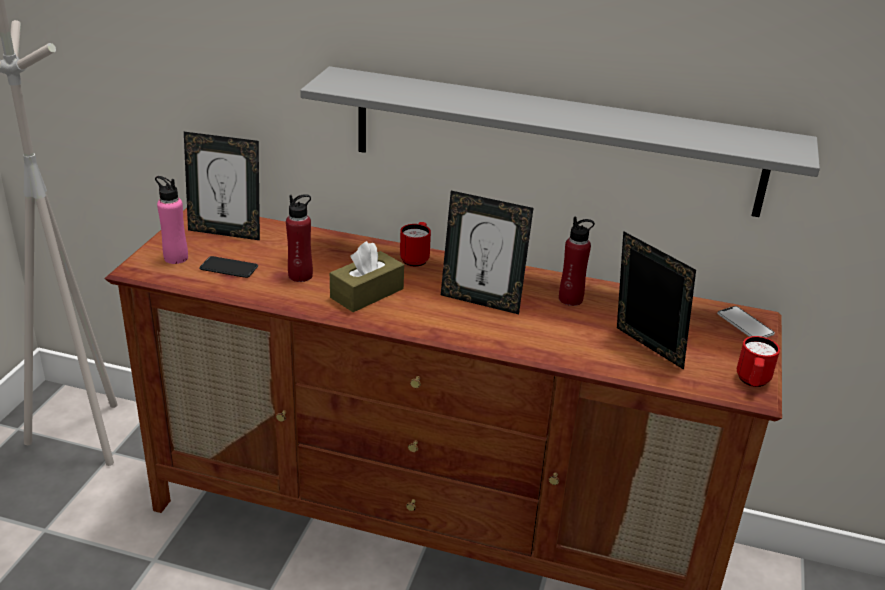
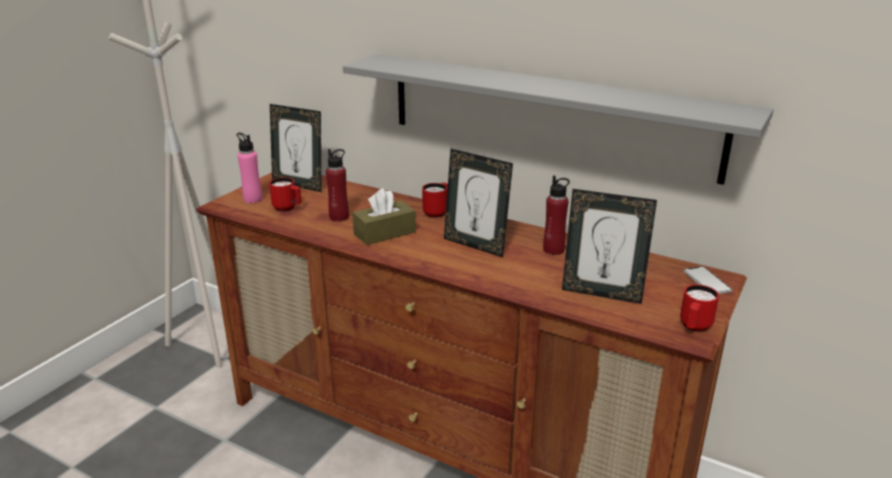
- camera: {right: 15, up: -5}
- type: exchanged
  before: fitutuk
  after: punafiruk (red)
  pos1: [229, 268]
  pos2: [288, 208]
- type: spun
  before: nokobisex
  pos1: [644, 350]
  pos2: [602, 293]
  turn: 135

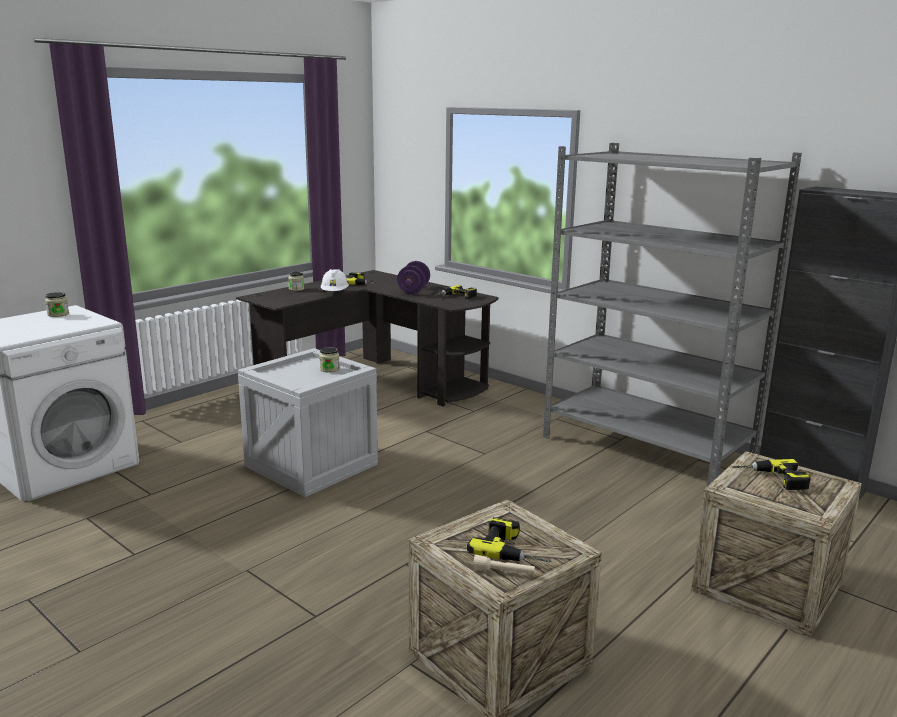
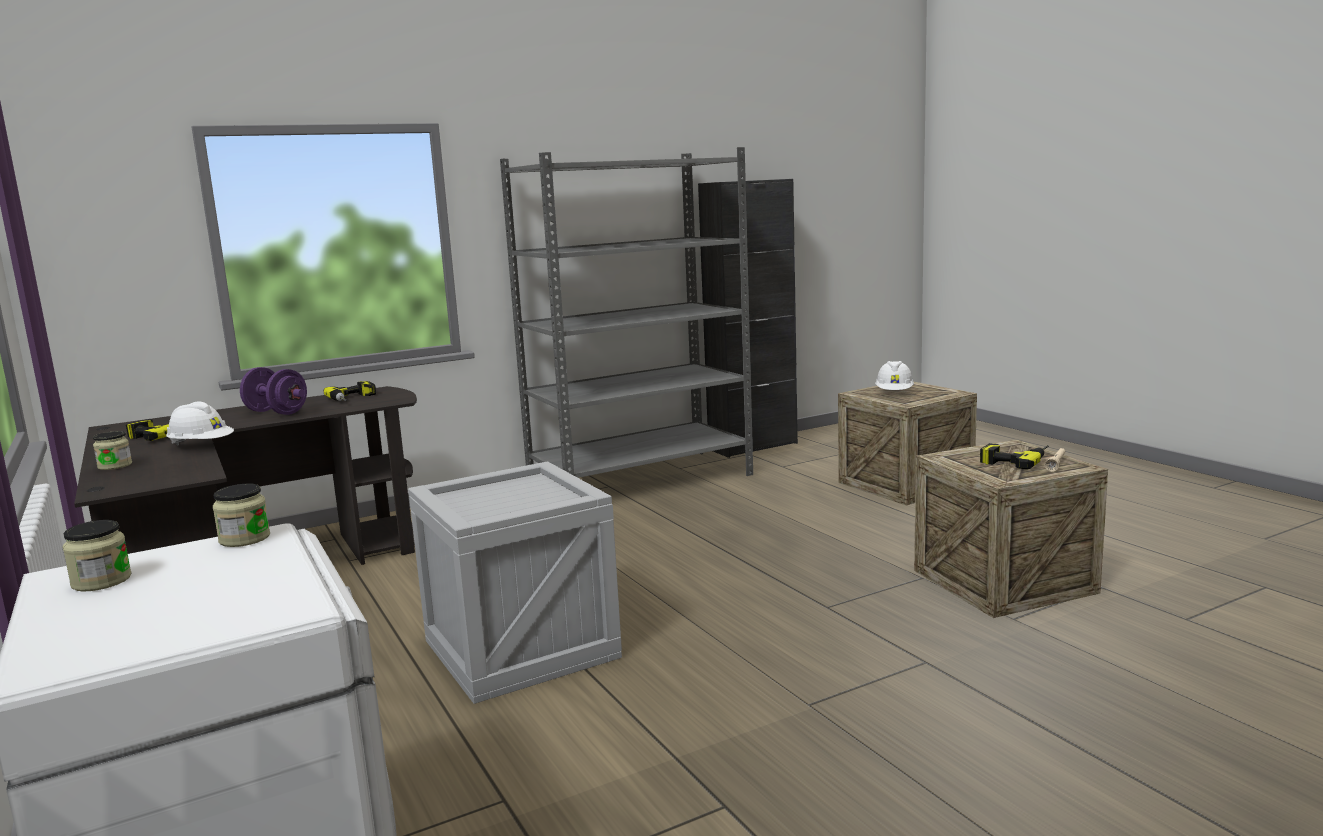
- camera: {right: -70, up: -5}
- type: relocated
  before: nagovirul
  pos1: [329, 369]
  pos2: [244, 538]
- type: exchanged
  before: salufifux
  after: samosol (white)
  pos1: [771, 479]
  pos2: [894, 393]

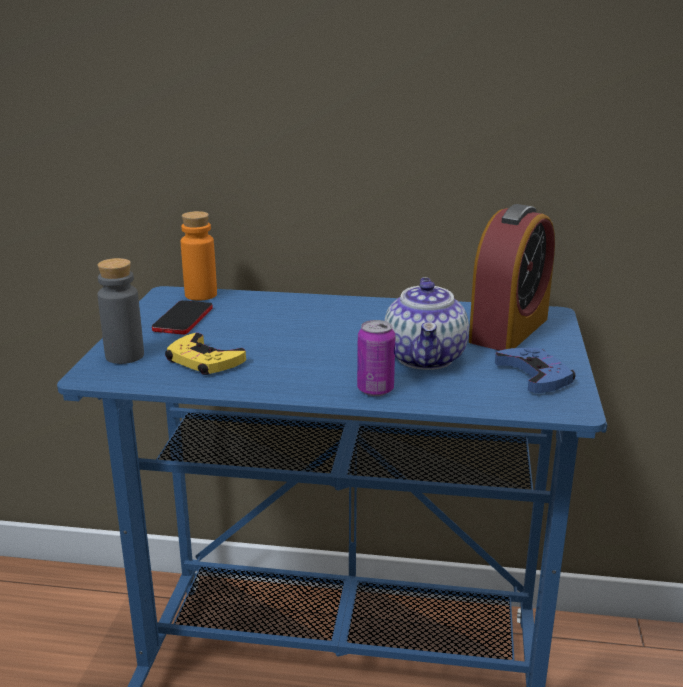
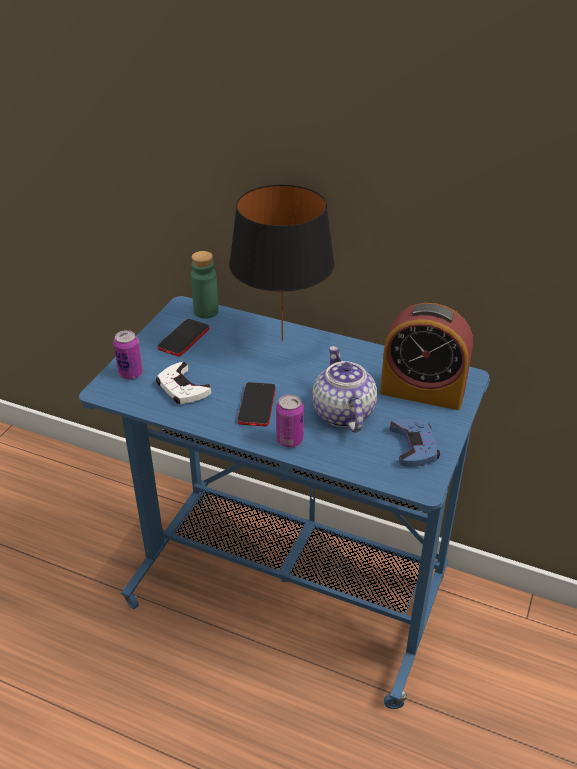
- camera: {right: 15, up: 15}
- type: exchanged
  before: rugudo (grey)
  after: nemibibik
  pos1: [124, 356]
  pos2: [131, 373]
- type: colour
  before: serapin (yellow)
  after: serapin (white)
  pos1: [204, 361]
  pos2: [182, 388]
- type: colour
  before: rugudo (orange)
  after: rugudo (green)
  pos1: [201, 295]
  pos2: [206, 311]
- type: appeared
  after: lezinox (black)
  pos2: [281, 341]
- type: appeared
  after: fitutuk
  pos2: [257, 405]
- type: spun
  before: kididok
  pos1: [426, 358]
  pos2: [342, 413]
  turn: 150
- type: spun
  before: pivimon
  pos1: [509, 330]
  pos2: [422, 391]
  turn: 60

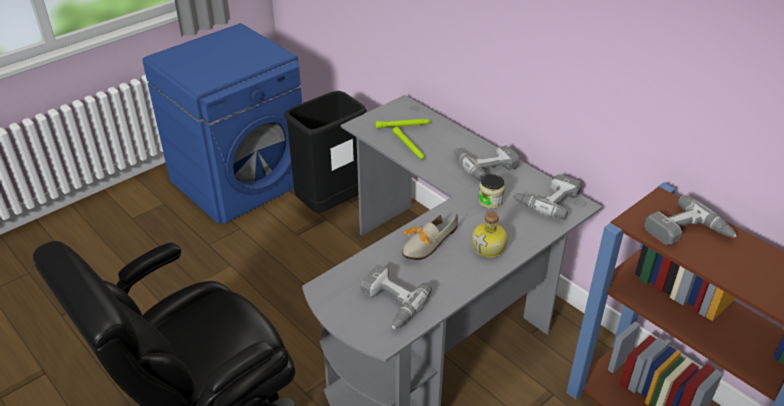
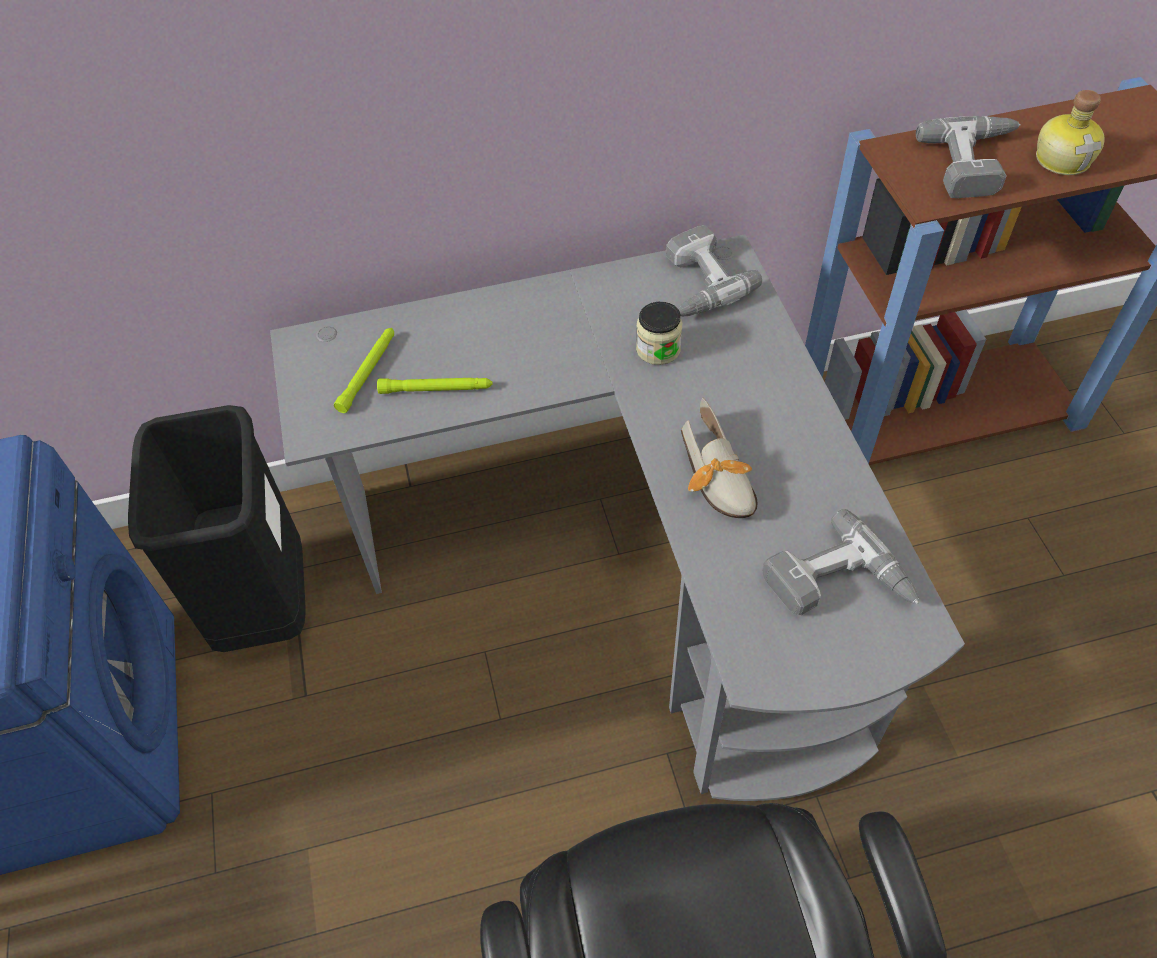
- camera: {right: -60, up: 15}
- type: relocated
  before: rugudo
  pos1: [489, 248]
  pos2: [1063, 159]
- type: missing
  before: salufifux
  pos1: [484, 163]

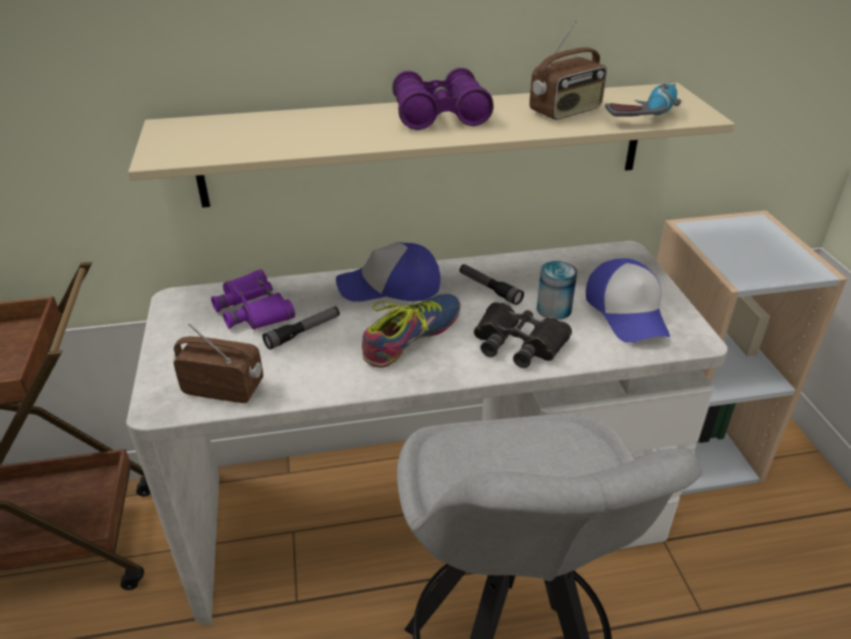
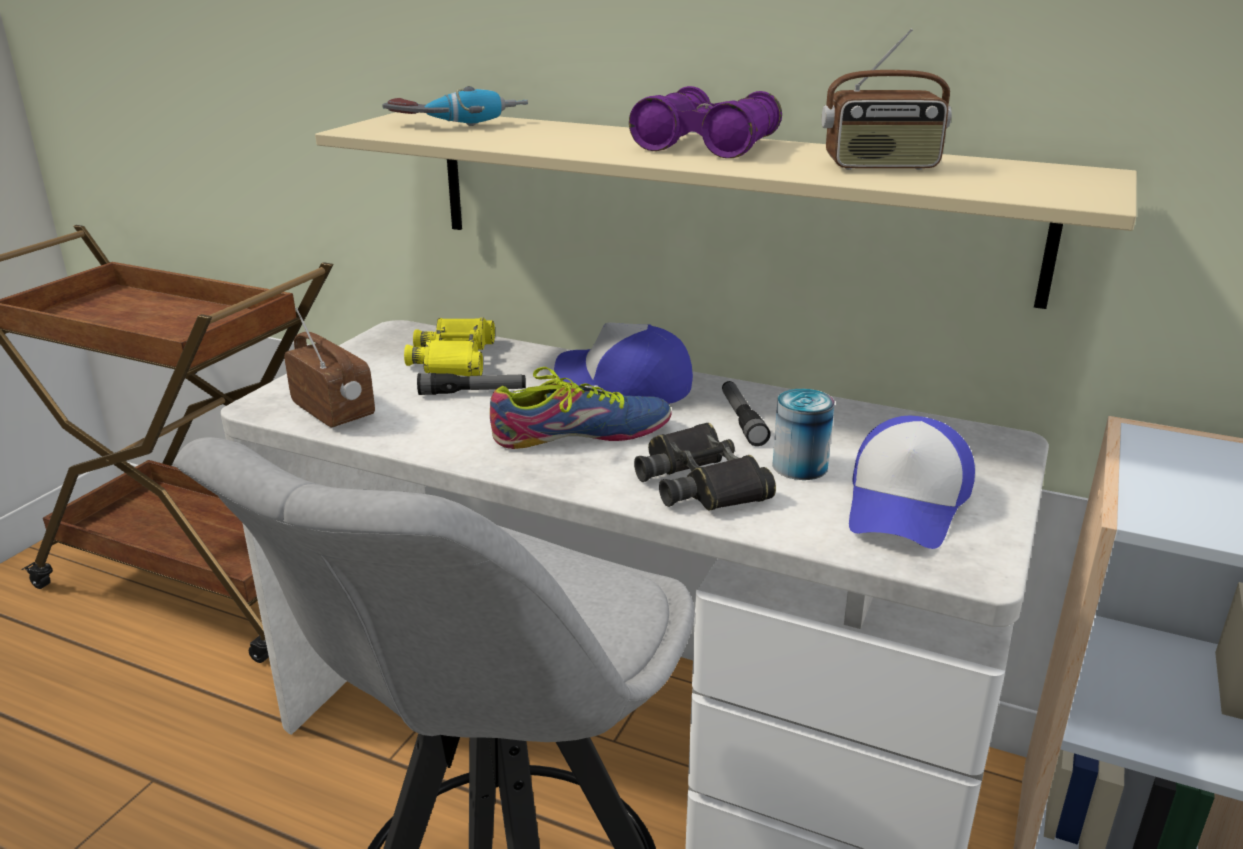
- camera: {right: 35, up: -10}
- type: relocated
  before: salufifux
  pos1: [644, 113]
  pos2: [457, 123]
- type: colour
  before: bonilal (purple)
  after: bonilal (yellow)
  pos1: [254, 309]
  pos2: [454, 359]

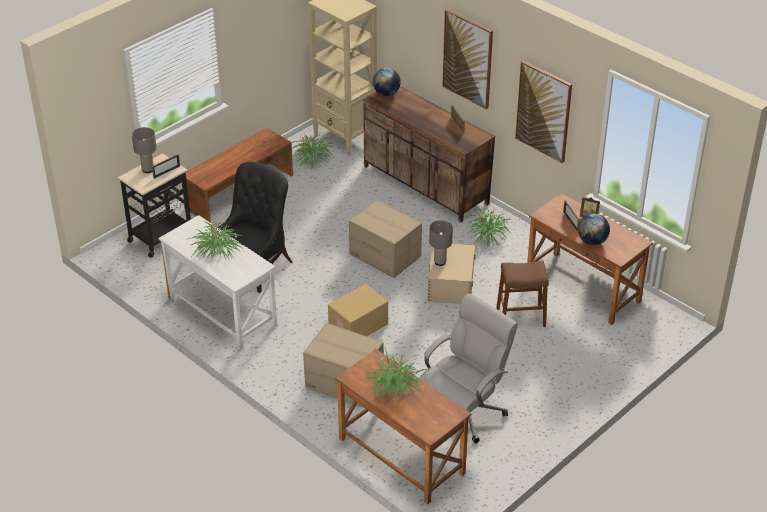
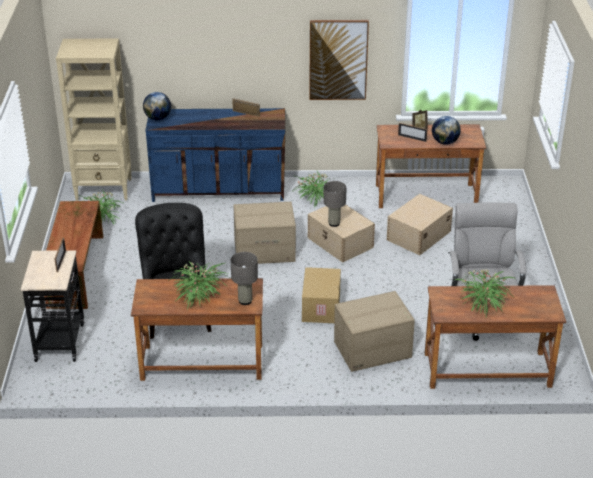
- camera: {right: -45, up: -5}
- type: colour
  before: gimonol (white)
  after: gimonol (brown)
  pos1: [221, 311]
  pos2: [202, 362]
- type: colour
  before: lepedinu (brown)
  after: lepedinu (blue)
  pos1: [425, 186]
  pos2: [219, 190]
- type: relocated
  before: lezinox (grey)
  pos1: [148, 169]
  pos2: [245, 300]
- type: exchanged
  before: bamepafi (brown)
  after: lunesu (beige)
  pos1: [520, 317]
  pos2: [418, 236]
- type: missing
  before: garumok
  pos1: [468, 58]

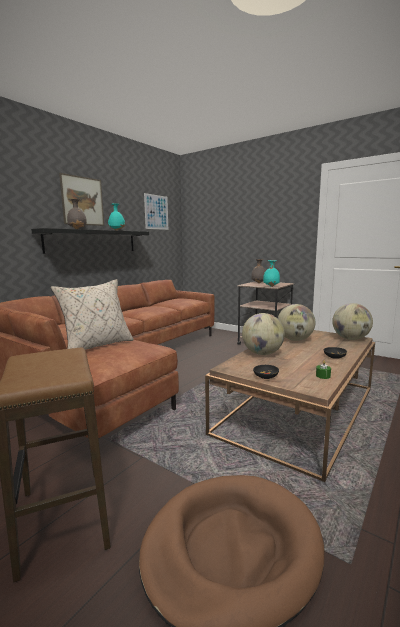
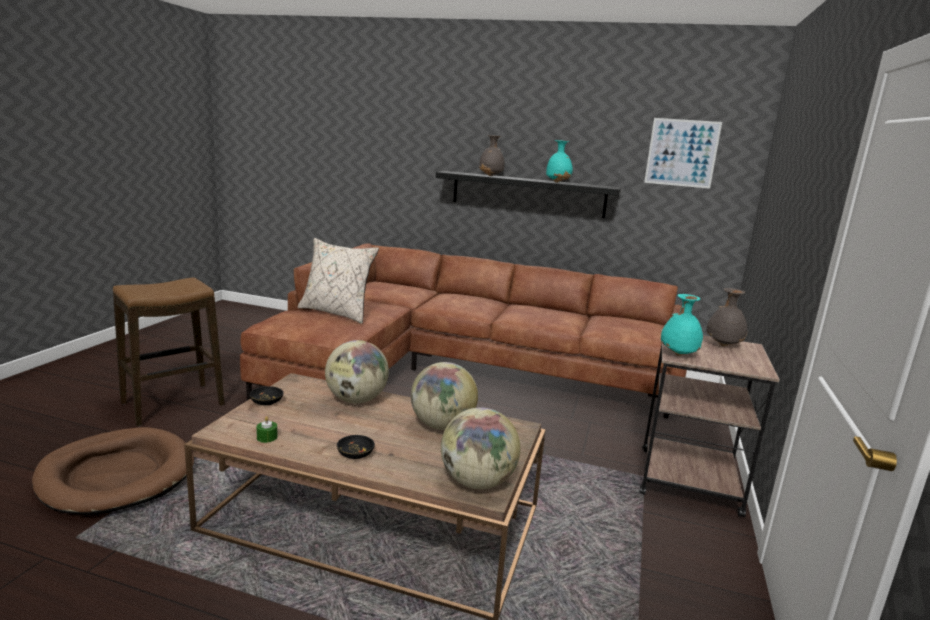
- camera: {right: 70, up: 5}
- type: missing
  before: garumok
  pos1: [82, 201]

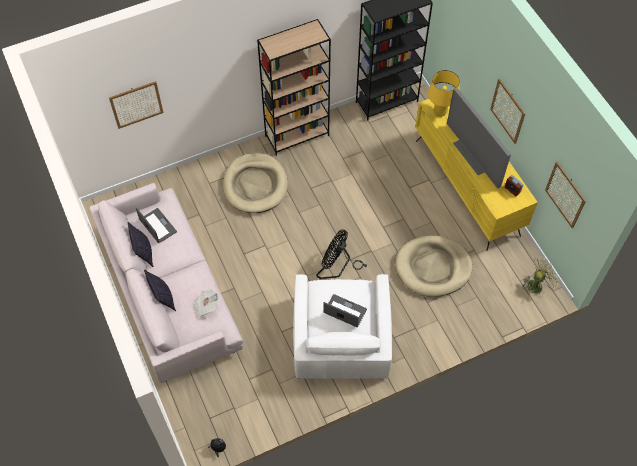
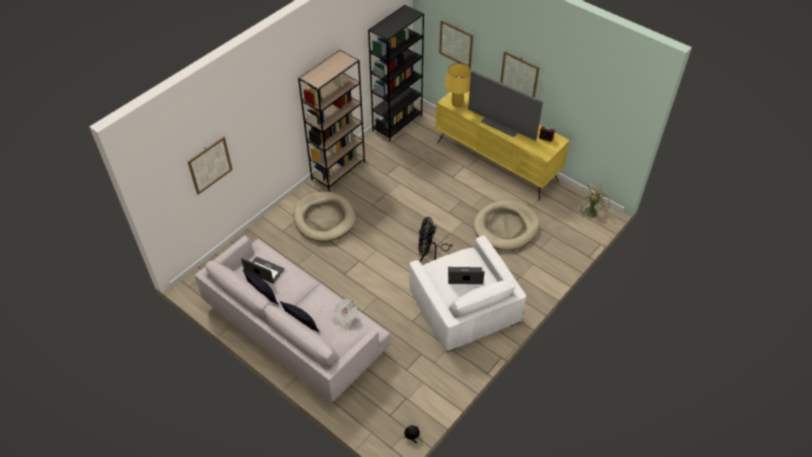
- camera: {right: -25, up: -10}
- type: relocated
  before: garumok
  pos1: [565, 194]
  pos2: [456, 43]

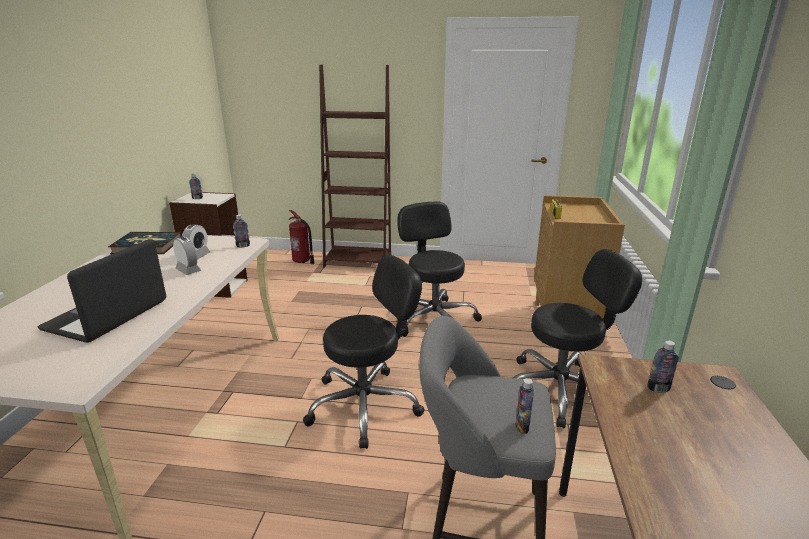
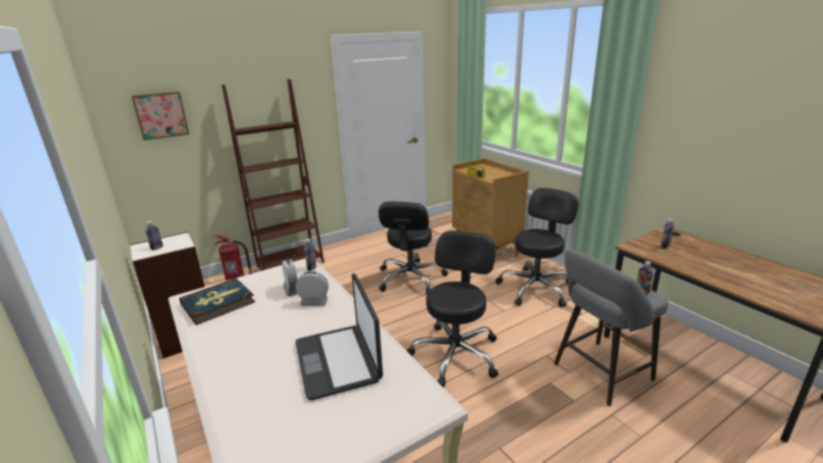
- camera: {right: -40, up: 0}
- type: appeared
  after: garumok
  pos2: [161, 115]
- type: spun
  before: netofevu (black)
  pos1: [433, 318]
  pos2: [410, 280]
  turn: -105

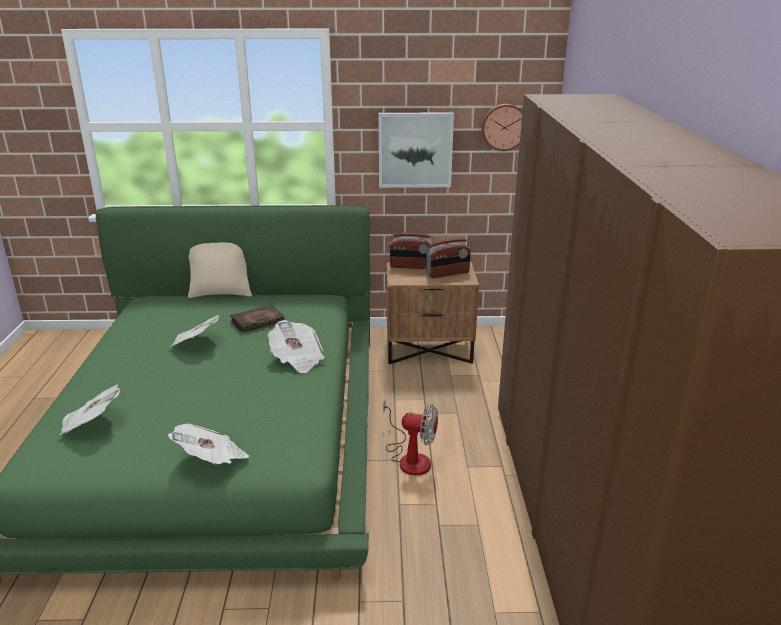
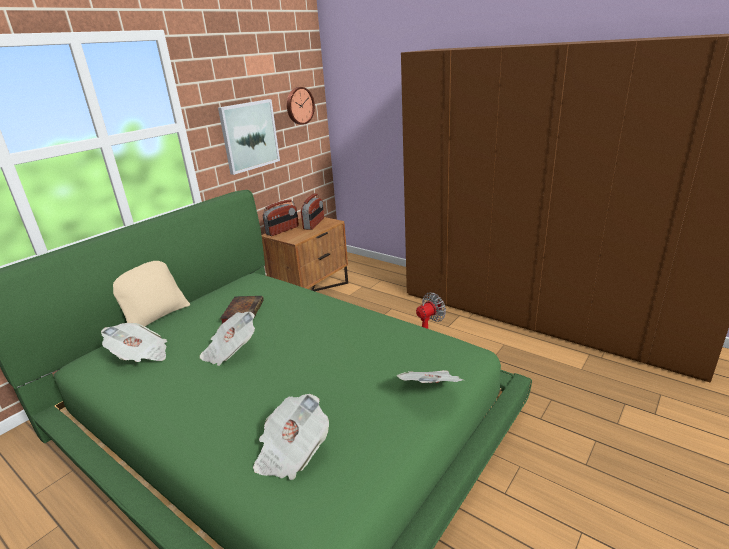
- camera: {right: -50, up: 0}
- type: relocated
  before: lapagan
  pos1: [297, 359]
  pos2: [141, 355]

